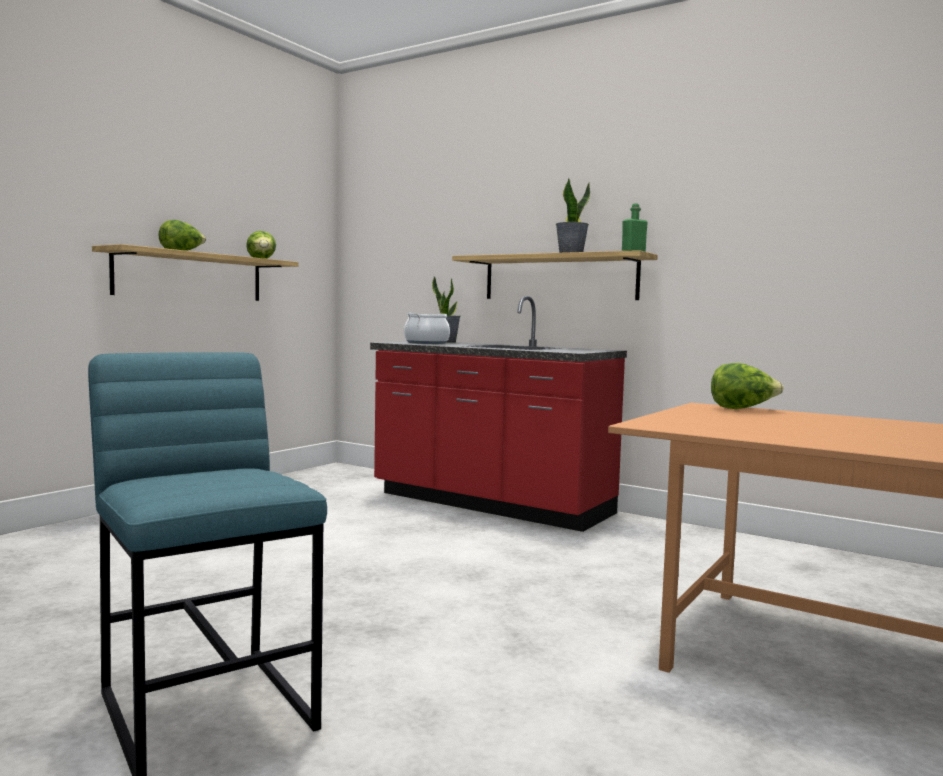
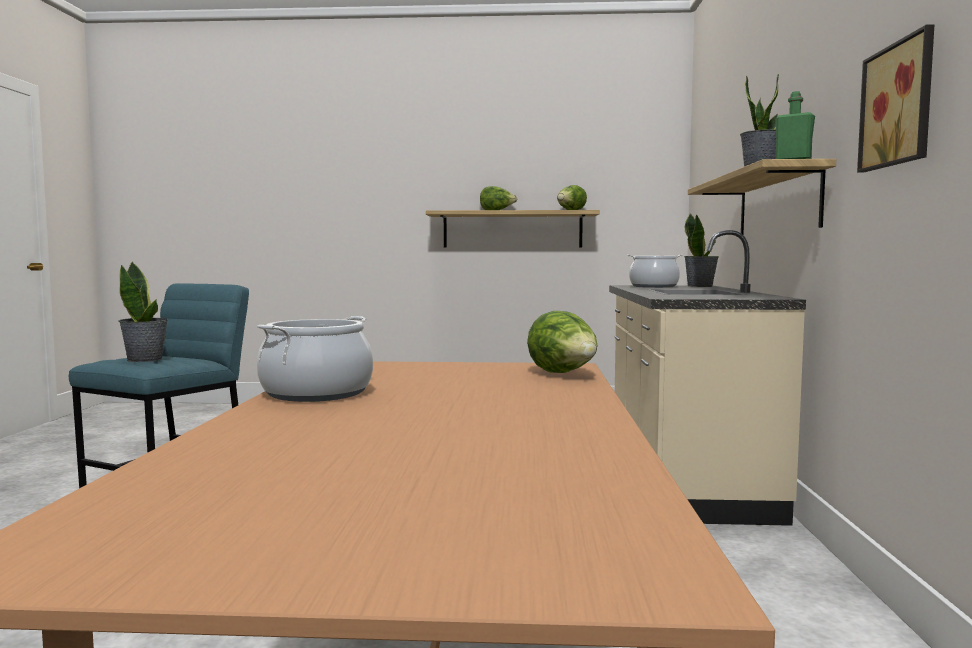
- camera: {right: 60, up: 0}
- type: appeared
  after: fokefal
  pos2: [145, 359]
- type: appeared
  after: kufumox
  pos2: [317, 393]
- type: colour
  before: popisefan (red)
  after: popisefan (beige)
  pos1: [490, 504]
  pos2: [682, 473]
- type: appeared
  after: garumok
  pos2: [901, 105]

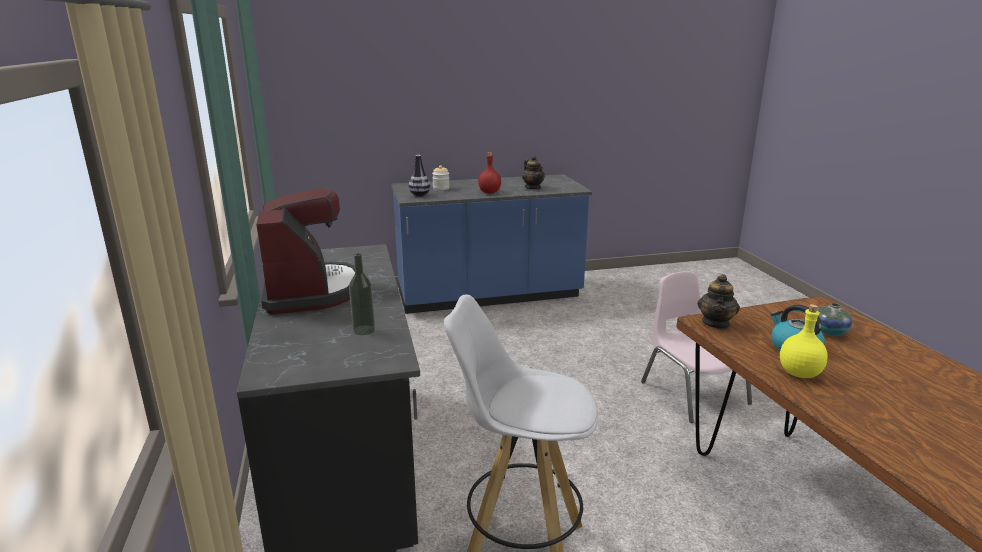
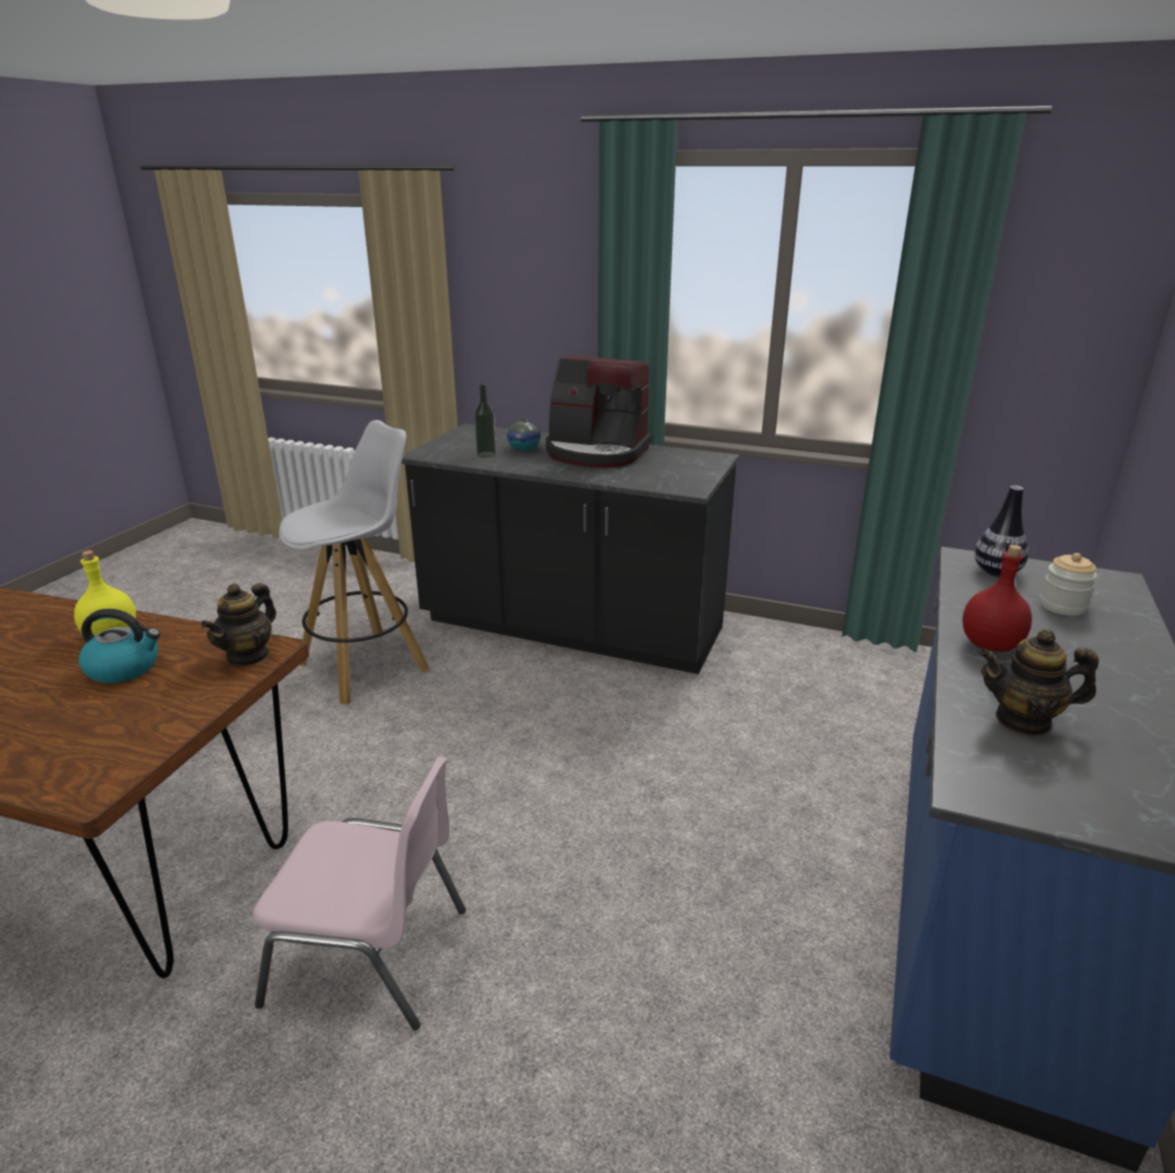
- camera: {right: 125, up: 5}
- type: spun
  before: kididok
  pos1: [716, 323]
  pos2: [248, 656]
  turn: -120
- type: relocated
  before: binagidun
  pos1: [829, 332]
  pos2: [524, 448]

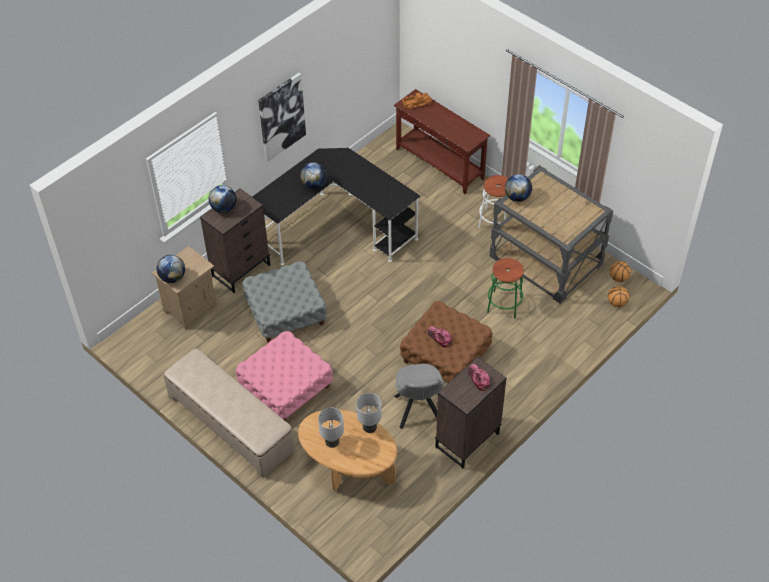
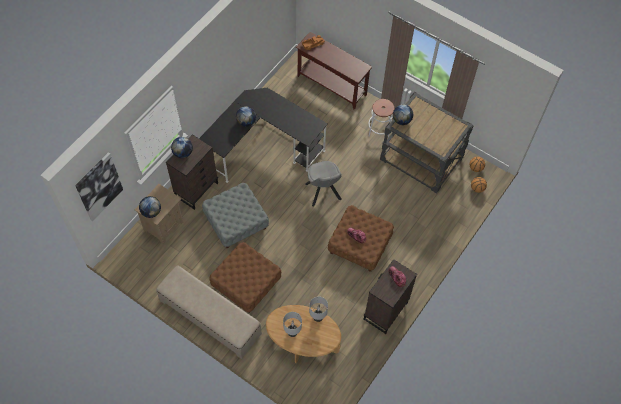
- camera: {right: -10, up: 10}
- type: relocated
  before: garumok
  pos1: [281, 117]
  pos2: [99, 186]
- type: colour
  before: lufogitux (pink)
  after: lufogitux (brown)
  pos1: [285, 386]
  pos2: [246, 283]
- type: relocated
  before: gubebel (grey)
  pos1: [418, 410]
  pos2: [323, 192]
- type: missing
  before: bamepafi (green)
  pos1: [504, 304]

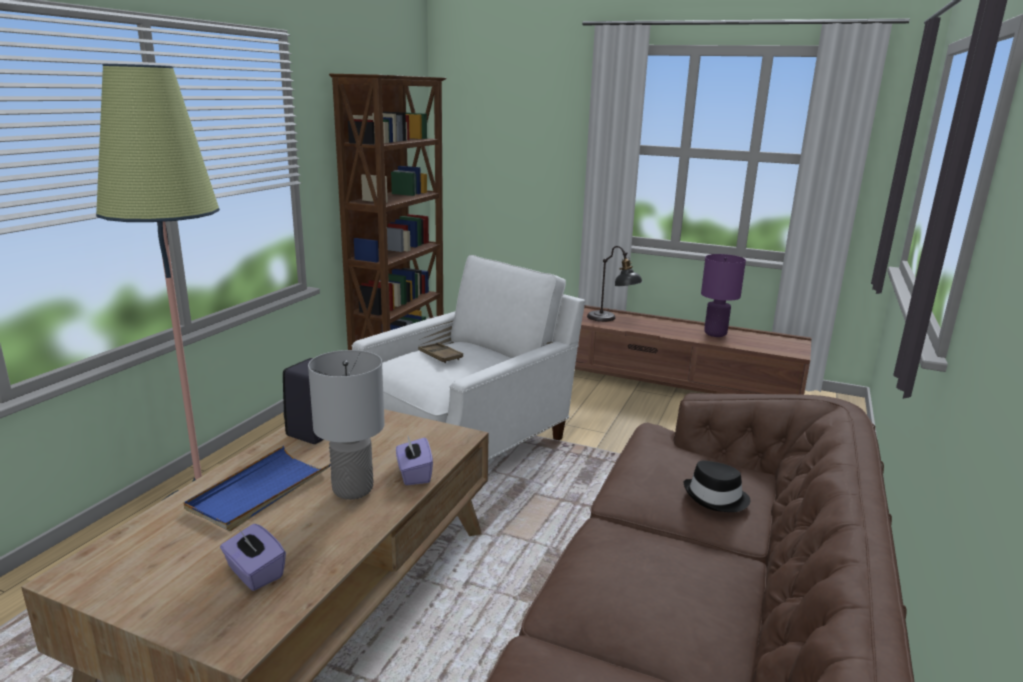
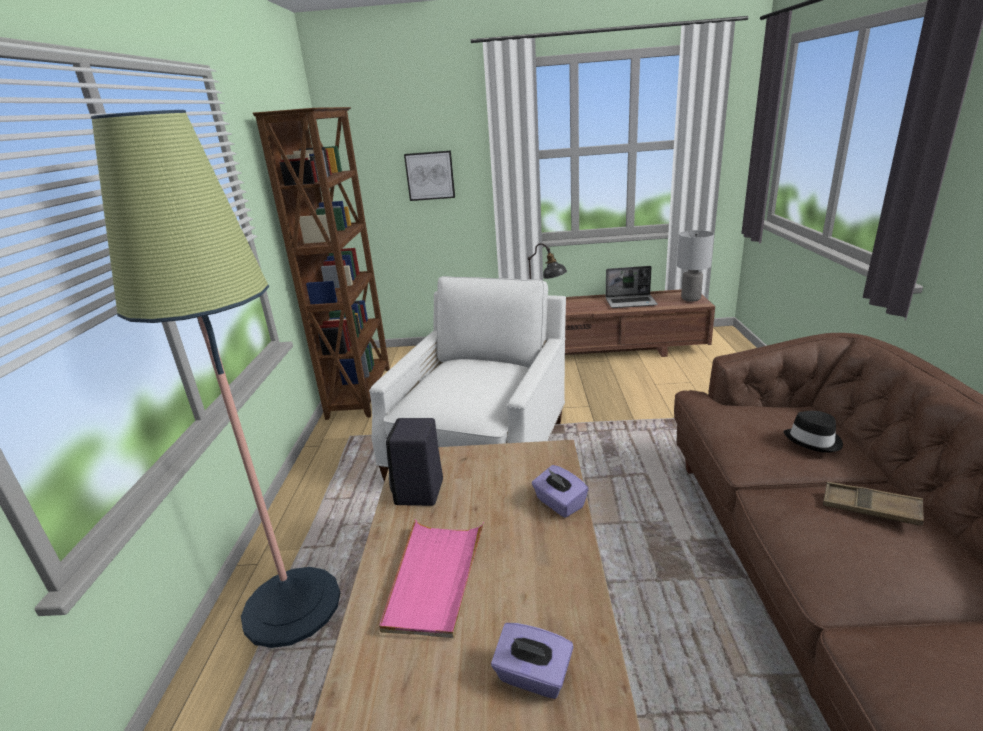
- camera: {right: -20, up: 5}
- type: colour
  before: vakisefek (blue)
  after: vakisefek (pink)
  pos1: [259, 491]
  pos2: [435, 578]
- type: appeared
  after: garumok
  pos2: [430, 175]
- type: exchanged
  before: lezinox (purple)
  after: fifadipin
  pos1: [715, 335]
  pos2: [631, 302]
- type: relocated
  before: lezinox (grey)
  pos1: [353, 493]
  pos2: [691, 300]
- type: relocated
  before: vakisefek (brown)
  pos1: [440, 356]
  pos2: [870, 508]

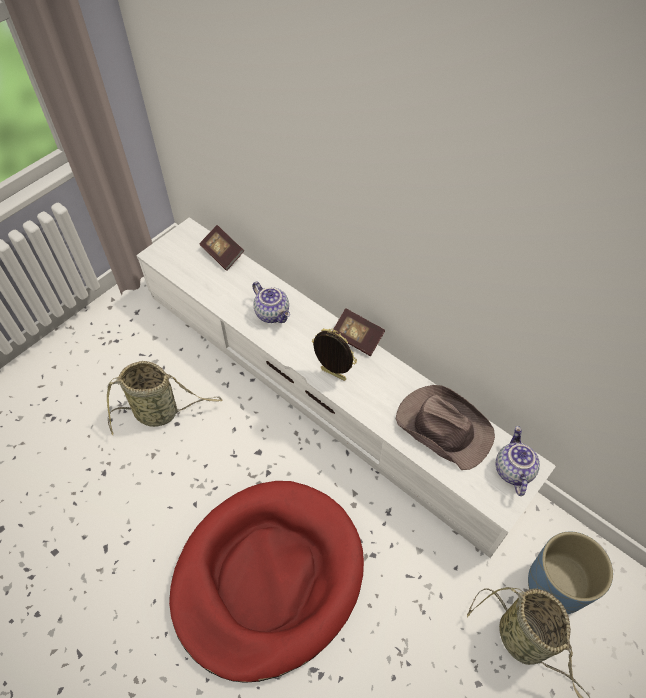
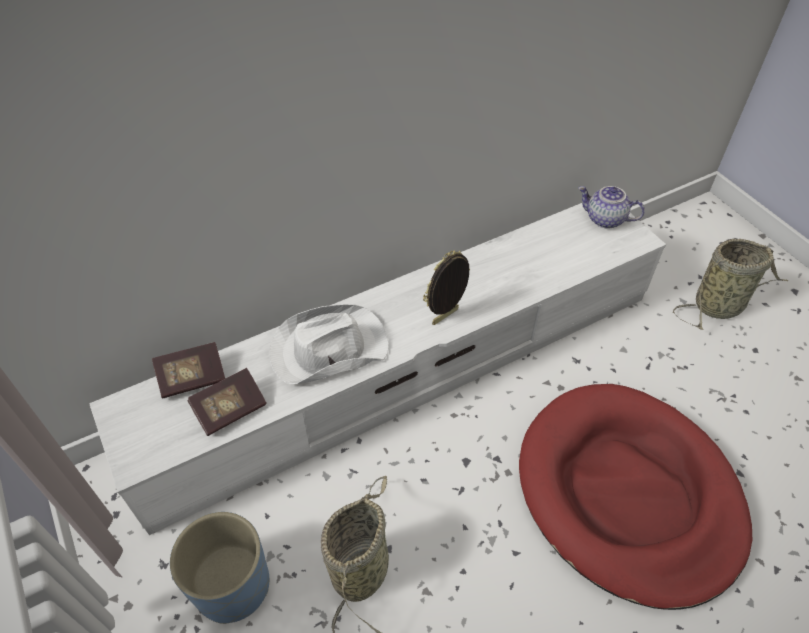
- camera: {right: -70, up: -5}
- type: relocated
  before: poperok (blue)
  pos1: [557, 584]
  pos2: [232, 584]
- type: relocated
  before: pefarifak
  pos1: [357, 338]
  pos2: [230, 409]
- type: exchanged
  before: kididok
  after: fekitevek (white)
  pos1: [273, 313]
  pos2: [327, 348]
- type: missing
  before: fekitevek (brown)
  pos1: [443, 427]

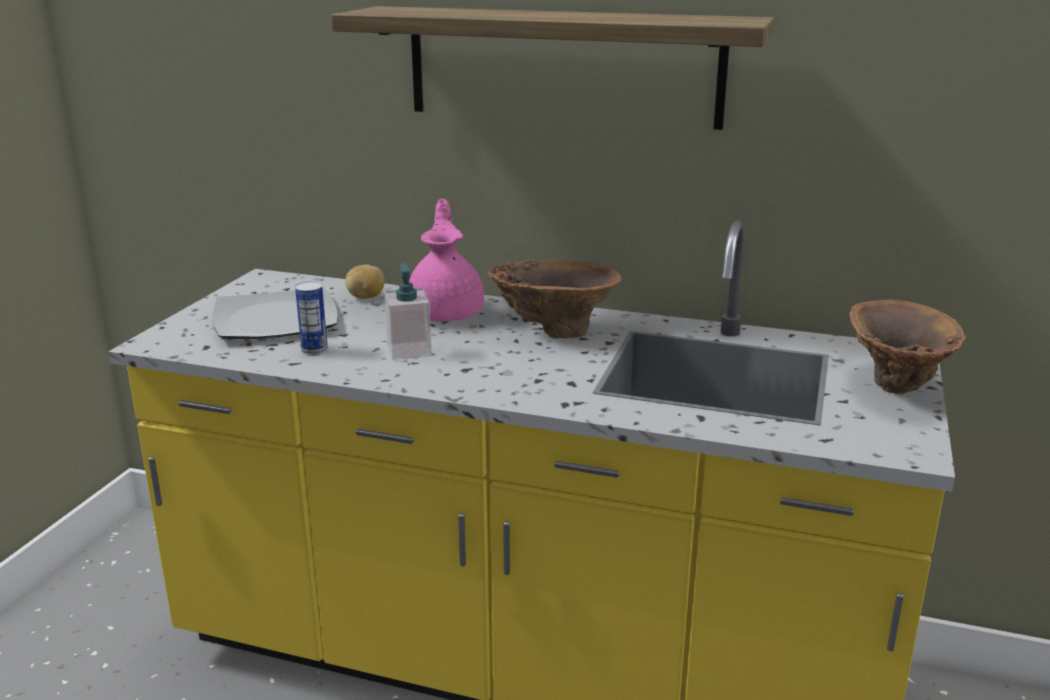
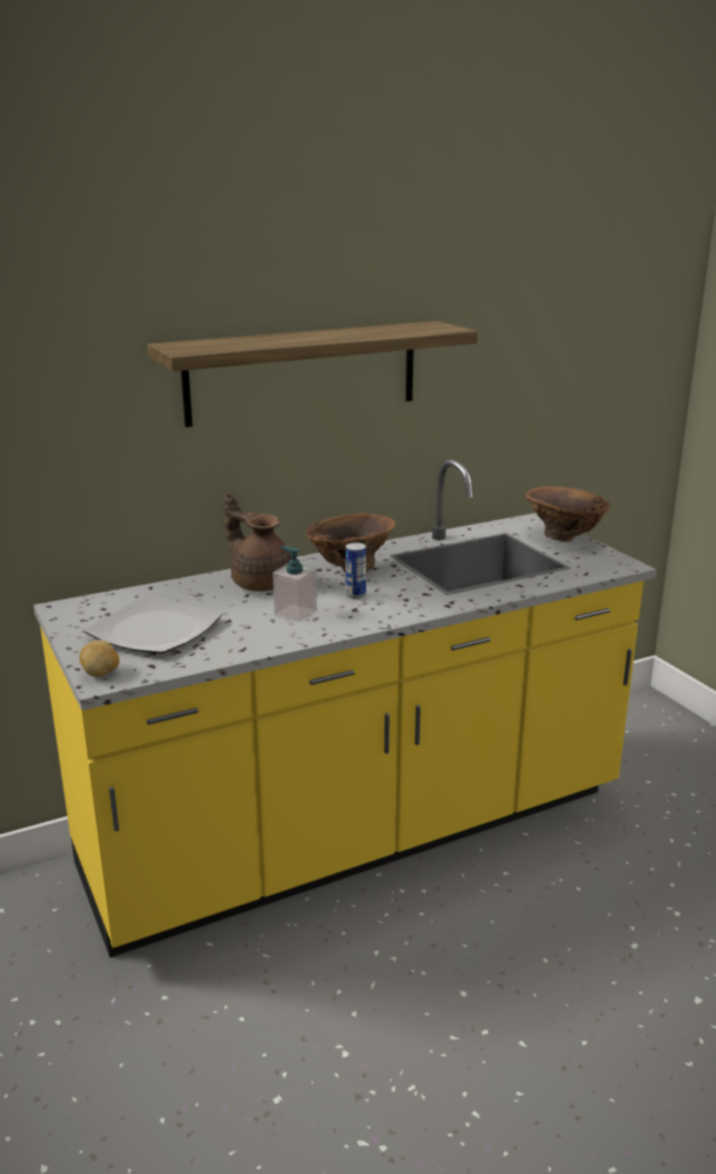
- camera: {right: -45, up: 0}
- type: relocated
  before: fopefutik
  pos1: [366, 297]
  pos2: [101, 673]
- type: colour
  before: kididok (pink)
  after: kididok (brown)
  pos1: [447, 312]
  pos2: [261, 582]
- type: relocated
  before: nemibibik
  pos1: [314, 349]
  pos2: [355, 595]

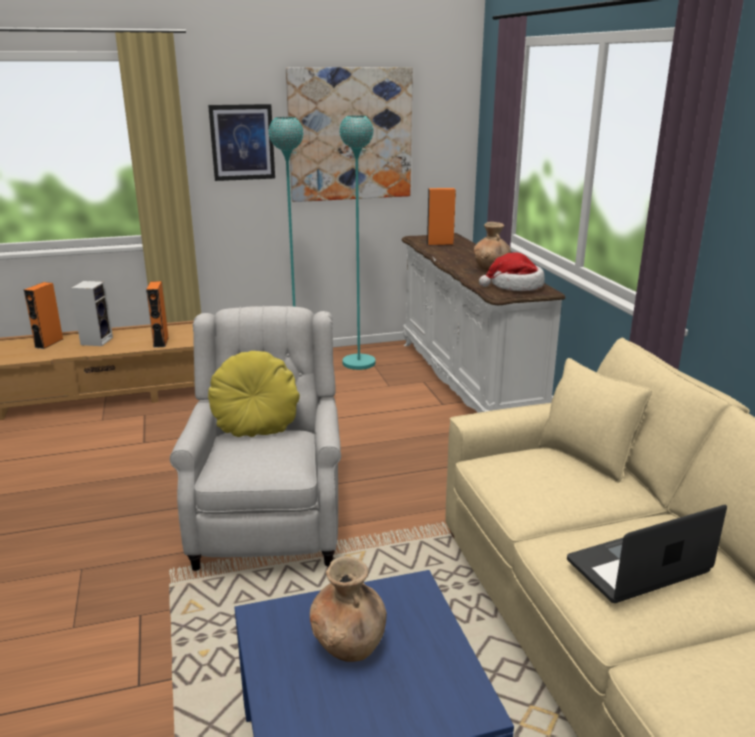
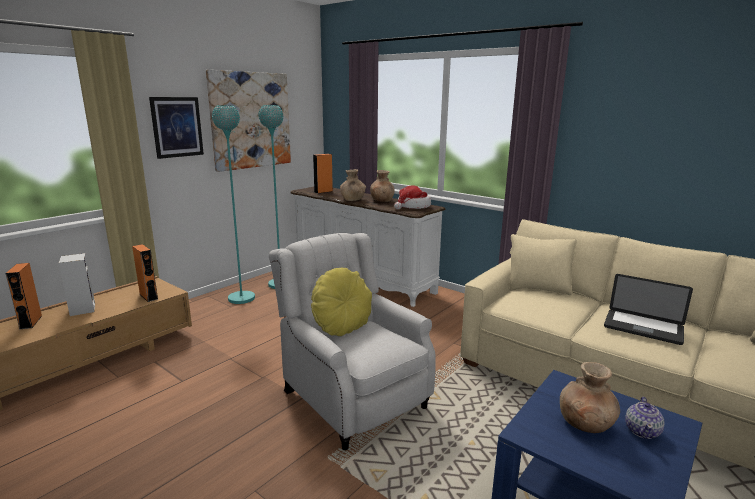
- camera: {right: -35, up: -5}
- type: appeared
  after: binagidun (brown)
  pos2: [352, 199]
- type: spun
  before: fifadipin
  pos1: [638, 567]
  pos2: [643, 328]
  turn: -90
- type: appeared
  after: kididok
  pos2: [642, 431]

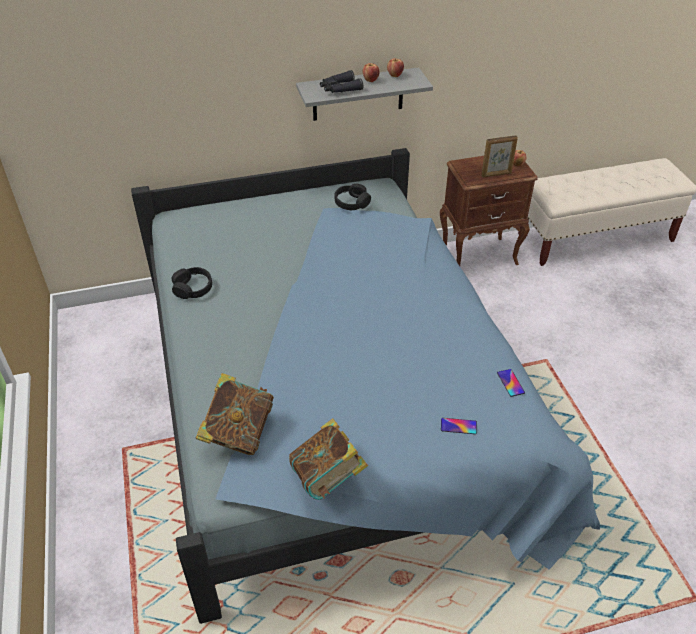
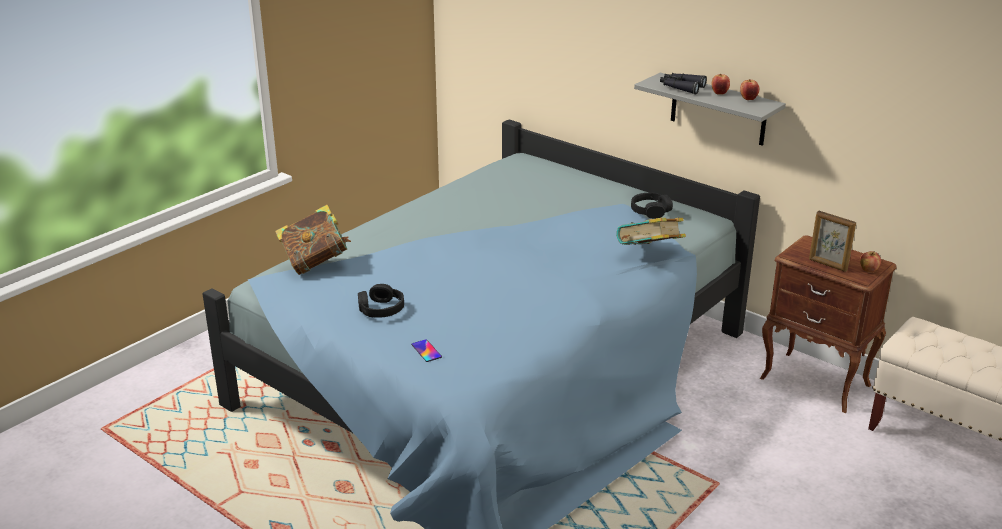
- camera: {right: 55, up: -15}
- type: relocated
  before: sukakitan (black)
  pos1: [193, 288]
  pos2: [381, 309]
- type: relocated
  before: pefarifak
  pos1: [327, 478]
  pos2: [649, 254]
- type: missing
  before: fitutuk
  pos1: [510, 383]

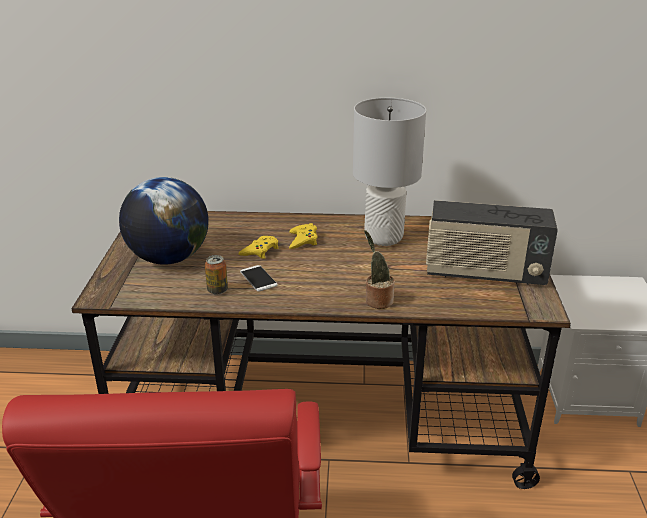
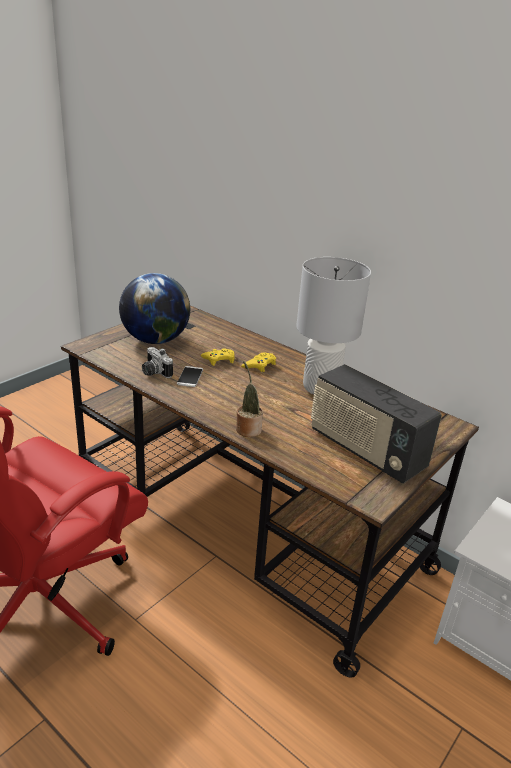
- camera: {right: 35, up: 0}
- type: exchanged
  before: nemibibik
  after: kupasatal
  pos1: [217, 290]
  pos2: [154, 372]

